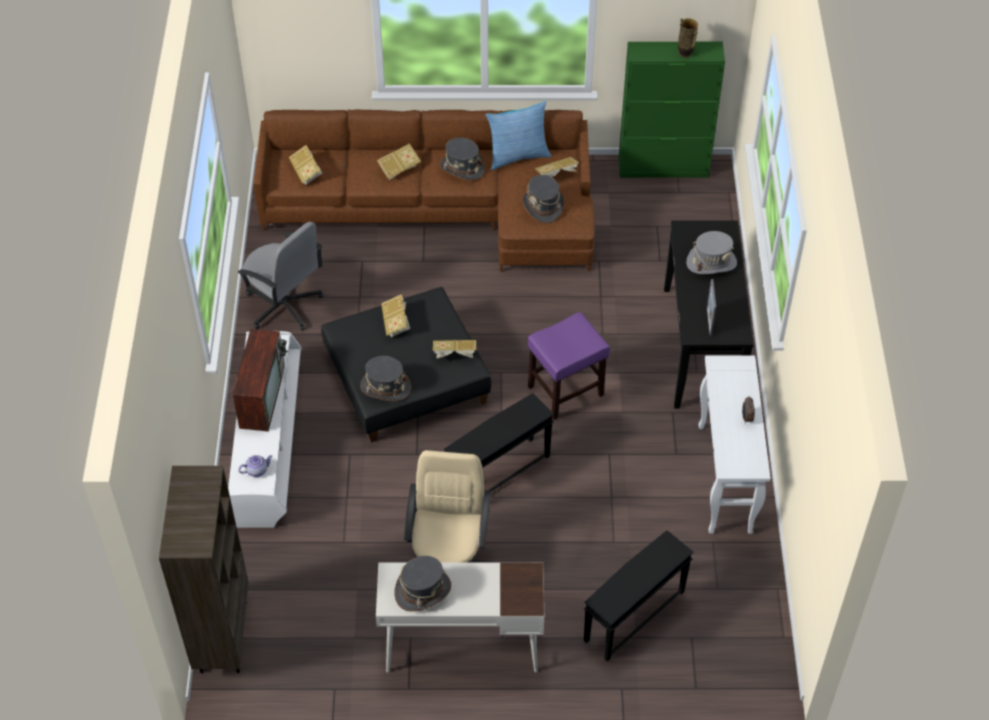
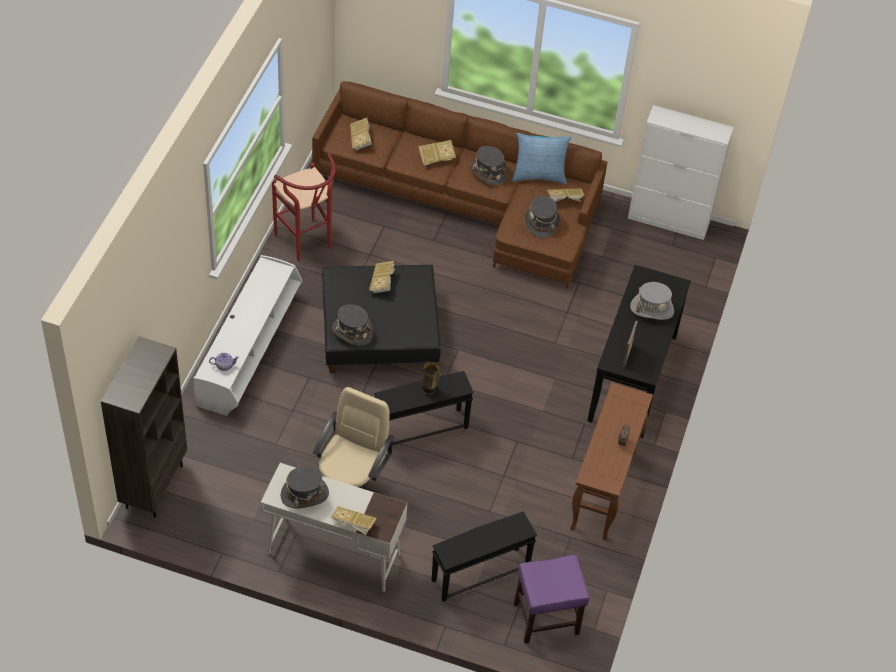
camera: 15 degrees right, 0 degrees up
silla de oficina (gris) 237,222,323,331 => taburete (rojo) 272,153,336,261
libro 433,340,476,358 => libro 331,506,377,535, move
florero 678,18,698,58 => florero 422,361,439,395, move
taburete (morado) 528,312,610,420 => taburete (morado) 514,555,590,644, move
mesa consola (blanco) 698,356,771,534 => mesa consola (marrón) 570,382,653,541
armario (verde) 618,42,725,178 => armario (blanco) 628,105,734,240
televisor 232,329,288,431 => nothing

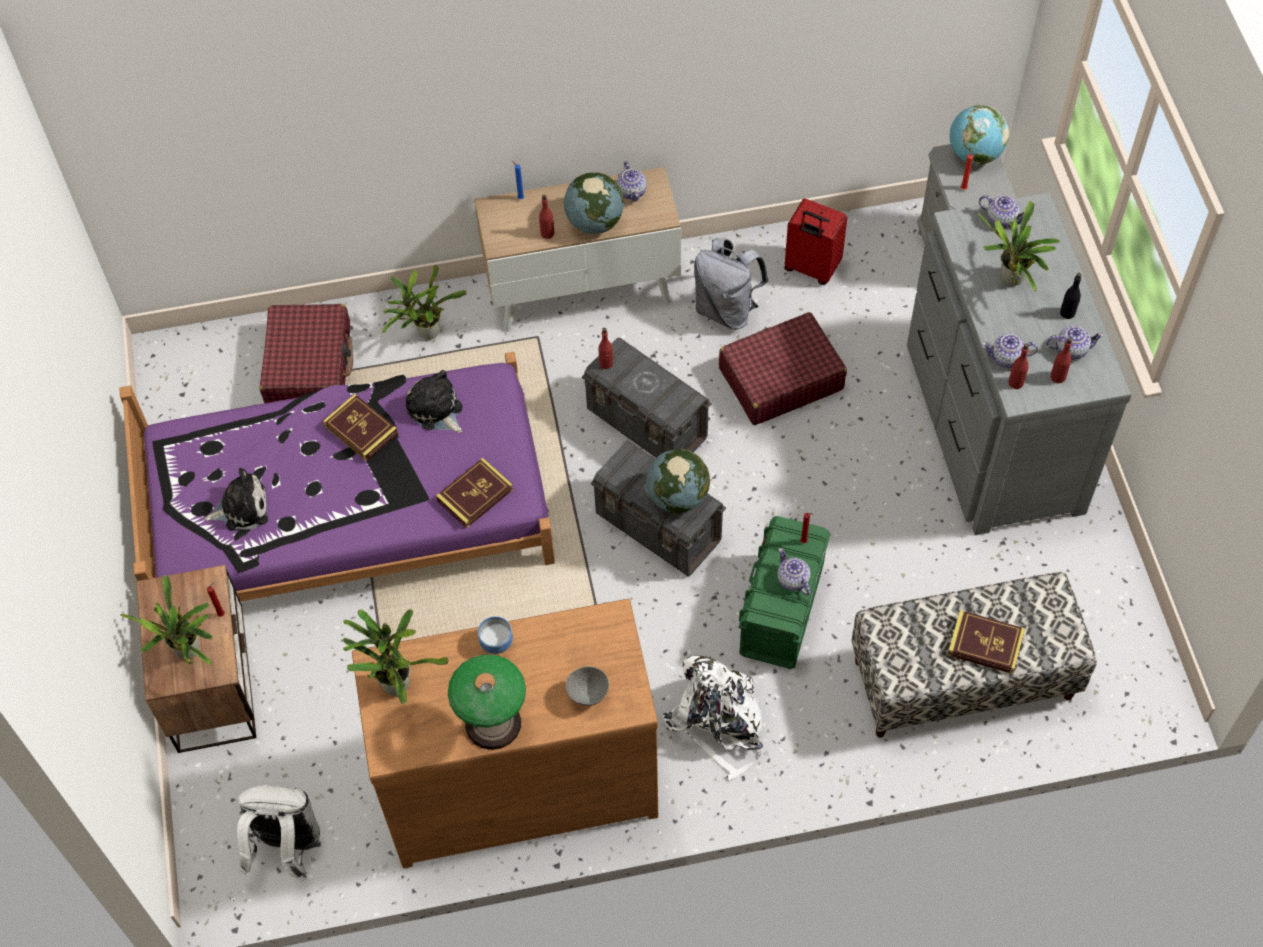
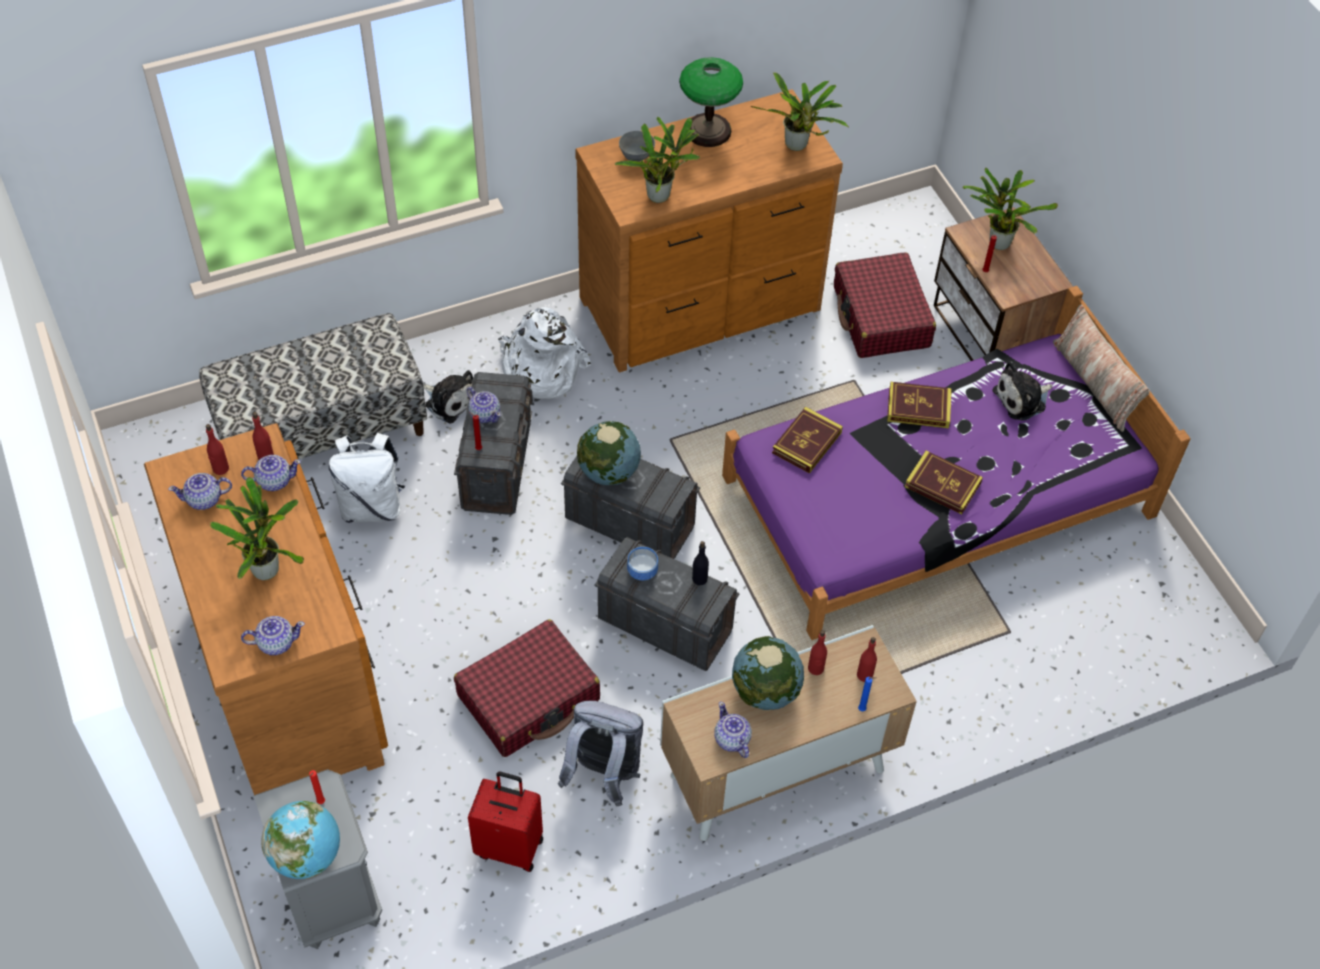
camera: 165 degrees right, 5 degrees down
cómoda (gris) 907,193,1132,535 => cómoda (marrón) 144,423,388,795
tetera 979,195,1024,228 => tetera 241,616,305,655, 150 degrees clockwise
mochila (blanco) 237,784,321,881 => mochila (blanco) 329,433,405,523, move
peluche 406,370,462,433 => peluche 423,370,473,423, move
caja de almacenaje (verde) 739,516,831,669 => caja de almacenaje (gris) 454,372,533,515
planta en maceta 382,265,467,340 => planta en maceta 615,117,700,203, move
cuenco 478,616,513,654 => cuenco 627,547,658,580, move
botella (negro) 1060,273,1081,319 => botella (negro) 692,541,709,585, move
maleta (rojo) 260,304,353,403 => maleta (rojo) 834,252,936,358, move
botella (rojo) 598,328,613,369 => botella (rojo) 857,637,877,682, move
libro 947,610,1025,674 => libro 887,382,952,428, move
nothing => cojín 1053,305,1150,432

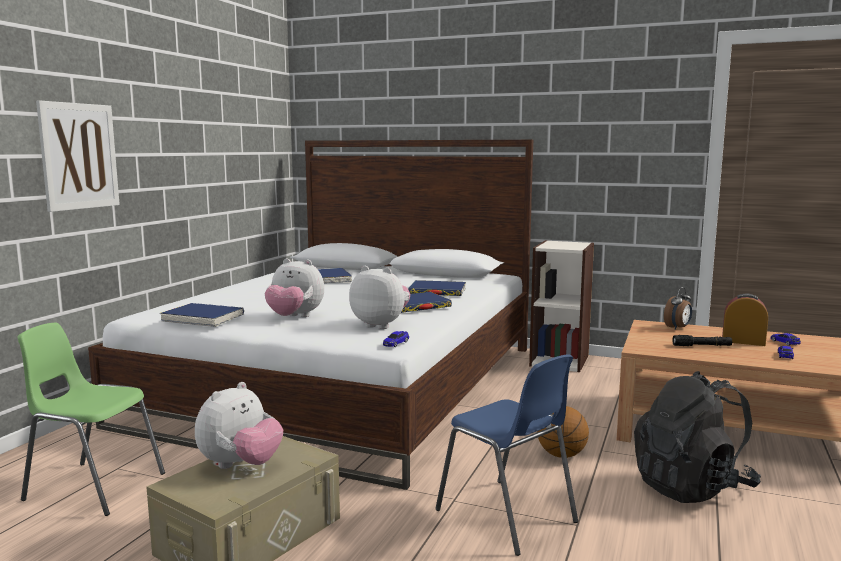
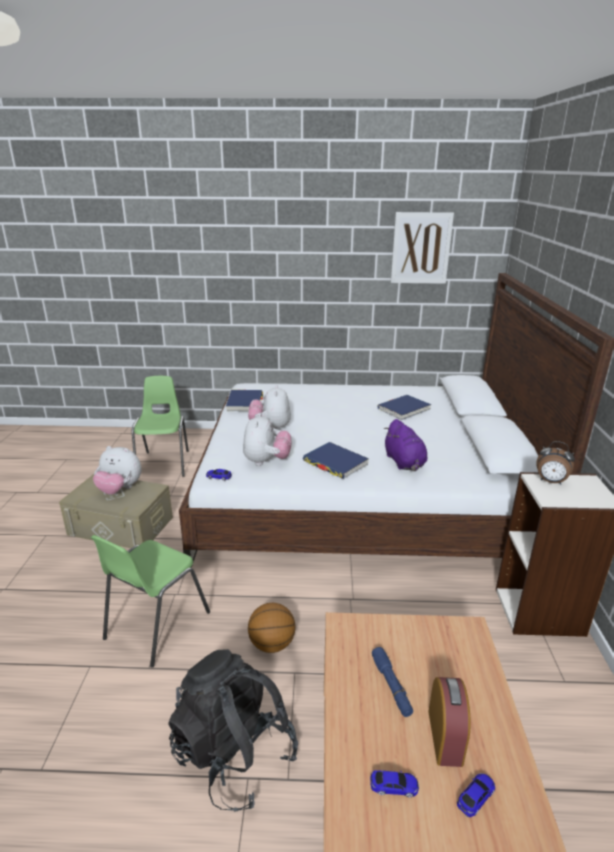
camera: 70 degrees right, 15 degrees up
silla (azul) 435,354,578,556 => silla (verde) 91,535,210,667
linterna (negro) 672,335,732,346 => linterna (azul) 372,647,413,717
libro (azul) 408,280,466,296 => peluche (morado) 384,419,427,471
cuadro 36,100,120,212 => cuadro 391,212,454,284, move
despertador 664,287,692,330 => despertador 536,441,575,485, move

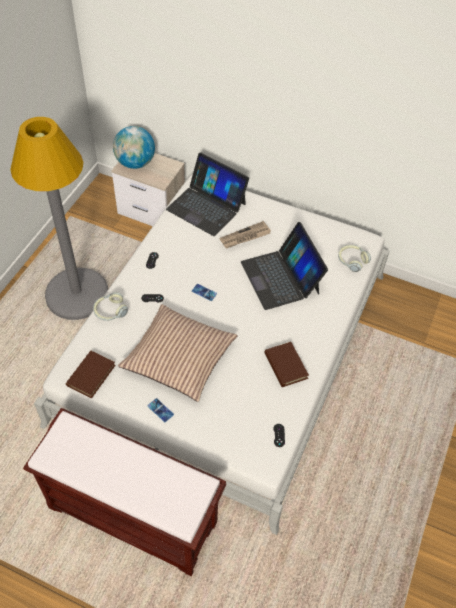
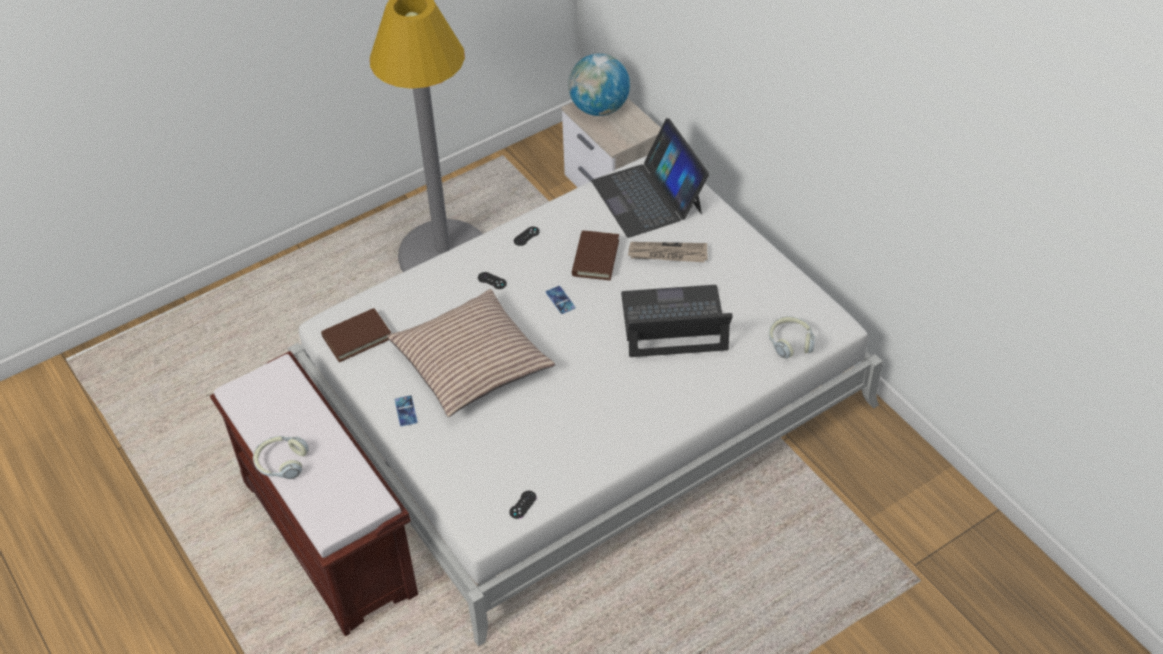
camera: 35 degrees right, 5 degrees down
auriculares 93,292,128,321 => auriculares 253,436,309,479, move
libro (marrón) 264,342,309,387 => libro (marrón) 572,231,619,280, move
portátil 241,222,328,310 => portátil 621,285,733,357, 75 degrees clockwise

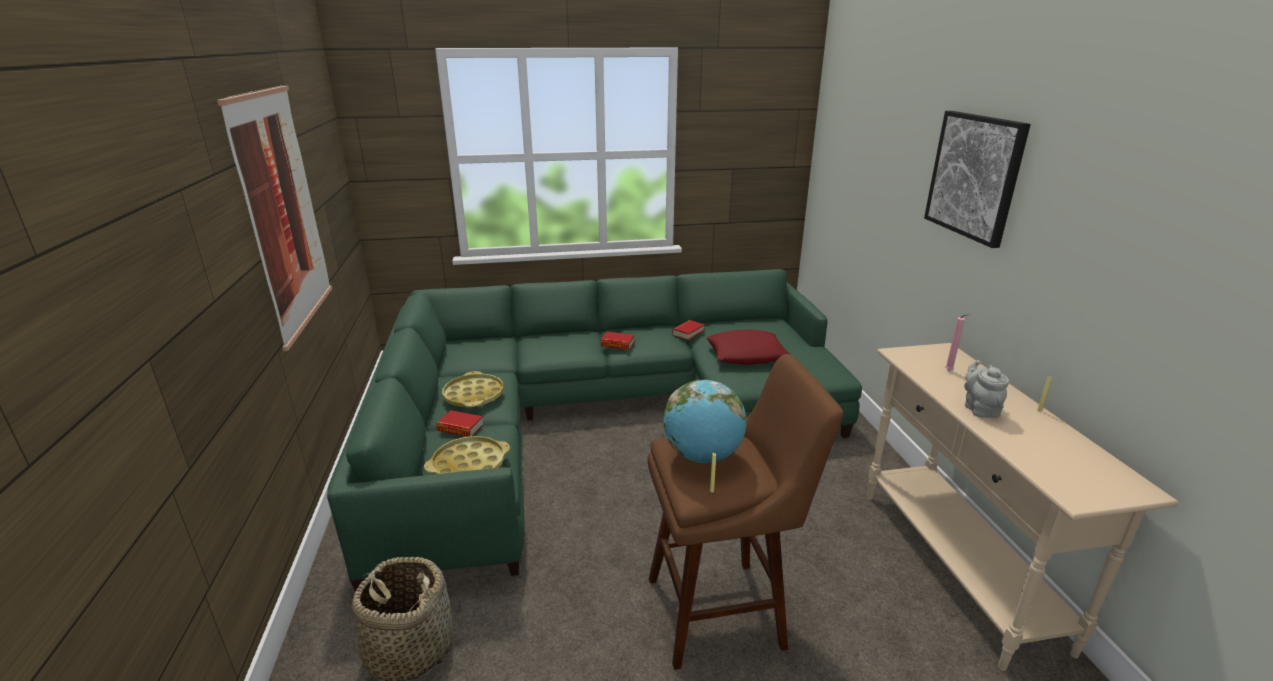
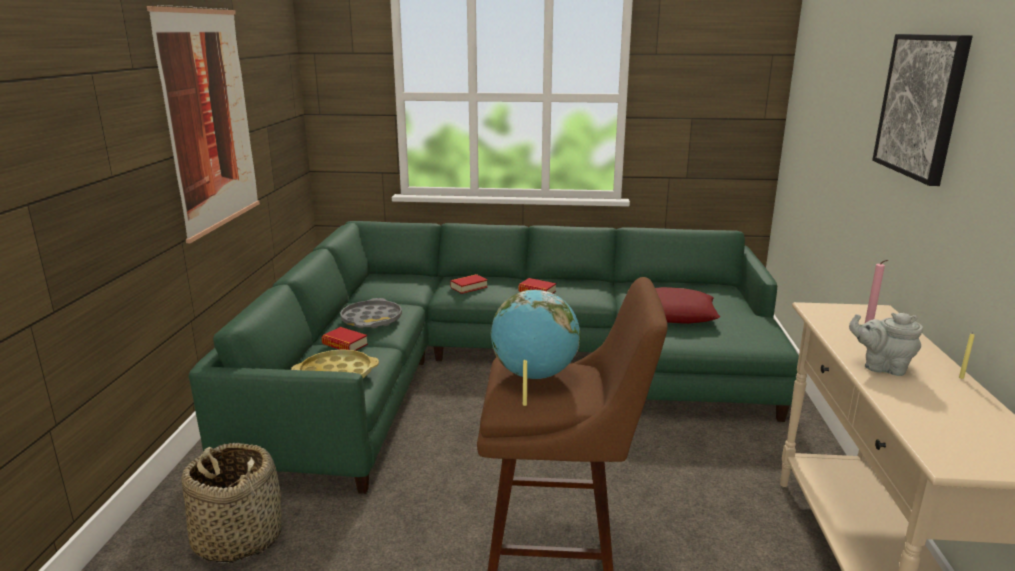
camera: 15 degrees right, 5 degrees down
bandeja (amarillo) 442,371,503,408 => bandeja (gris) 340,298,402,328
libro 672,320,705,341 => libro 450,274,488,294, move
tetera (gris) 964,360,1009,418 => tetera (gris) 849,313,923,376, 75 degrees counterclockwise

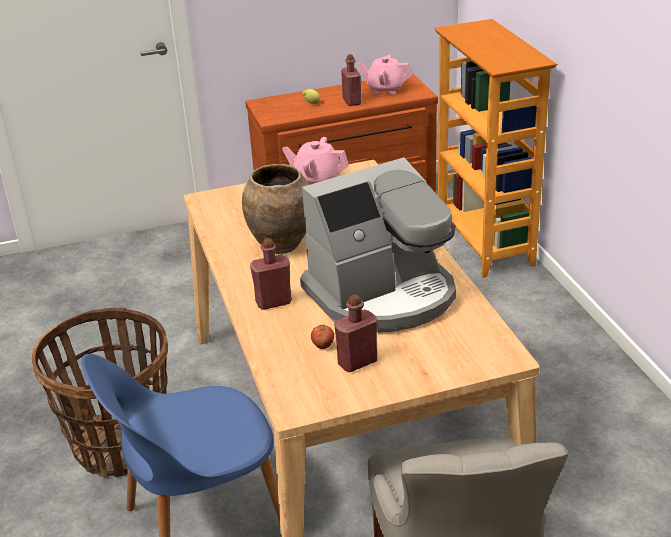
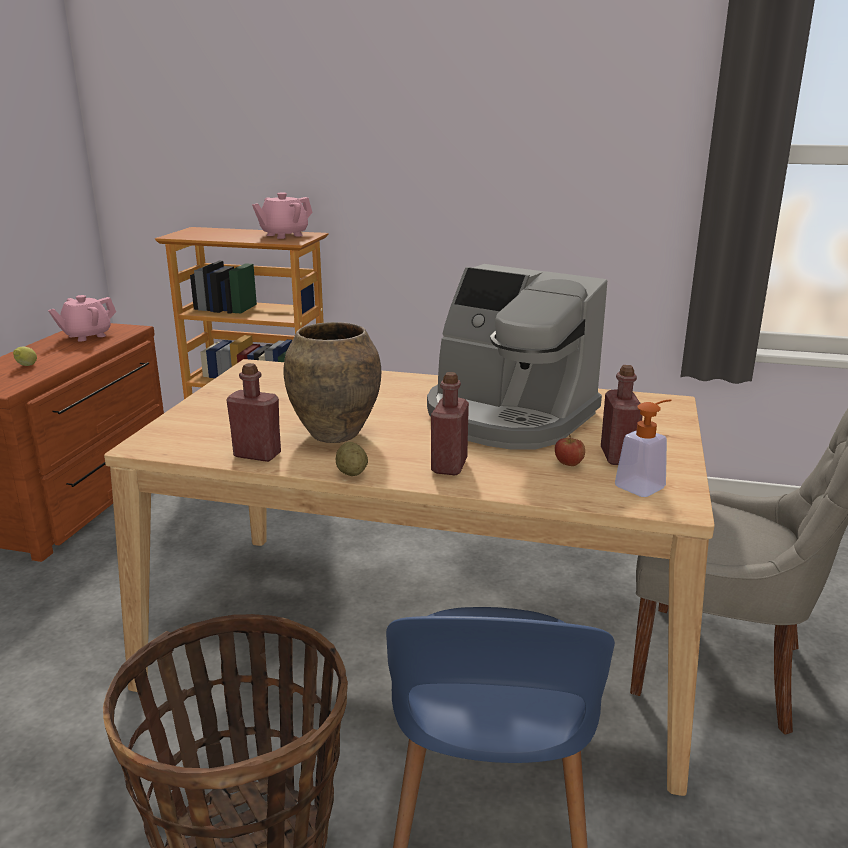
camera: 60 degrees left, 10 degrees down
botella (rojo) 341,54,361,106 => botella (rojo) 226,363,281,462, move
tetera (rosa) 282,137,349,185 => tetera (rosa) 252,193,313,239, move
nothing => patata 336,442,368,476
cafetera 300,157,456,333 => cafetera 427,264,608,450, 120 degrees clockwise
nothing => dispensador de jabón 615,399,672,497

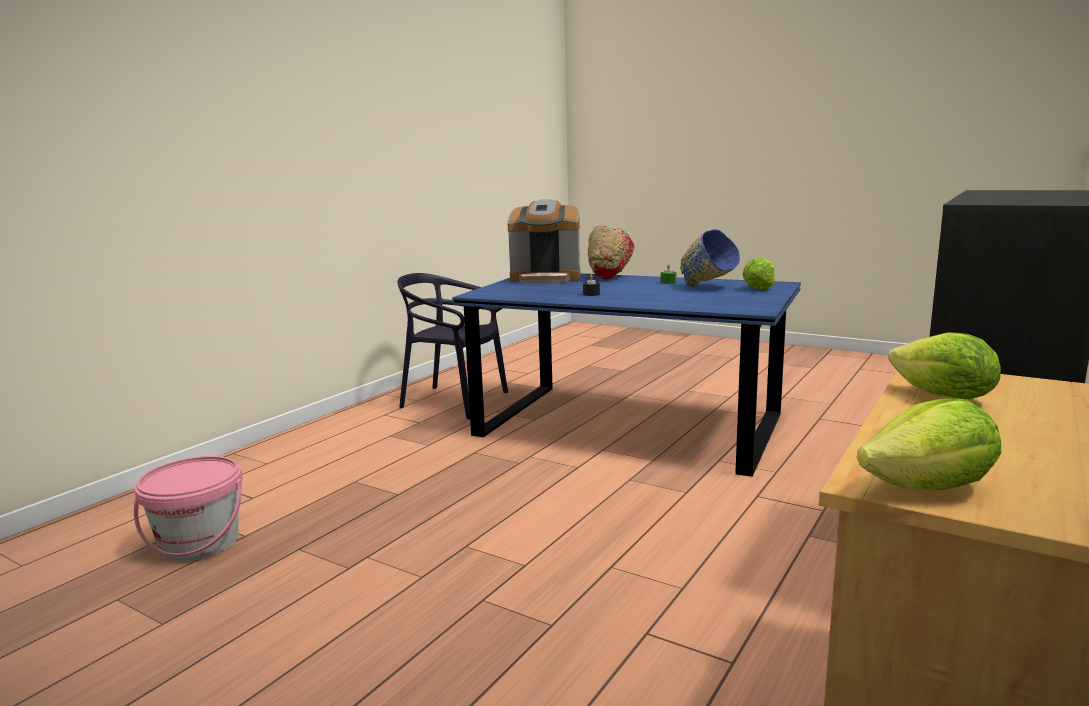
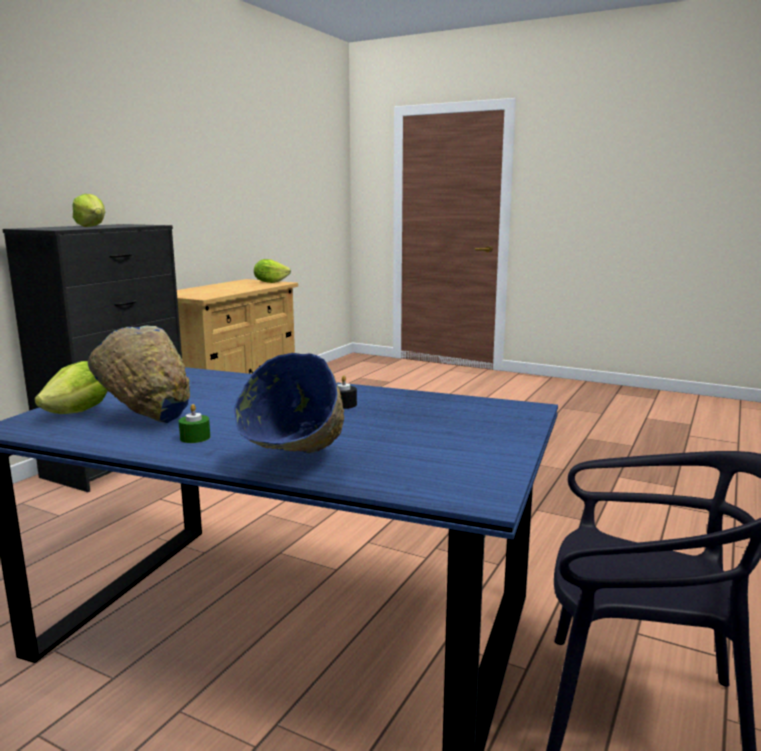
camera: 175 degrees right, 0 degrees up
lechuga 888,332,1001,400 => lechuga 72,194,106,227, move
cuenco (rojo) 588,225,635,280 => cuenco (azul) 234,353,344,453
cubo (rosa) 134,456,243,561 => nothing
cafetera 507,199,580,284 => nothing

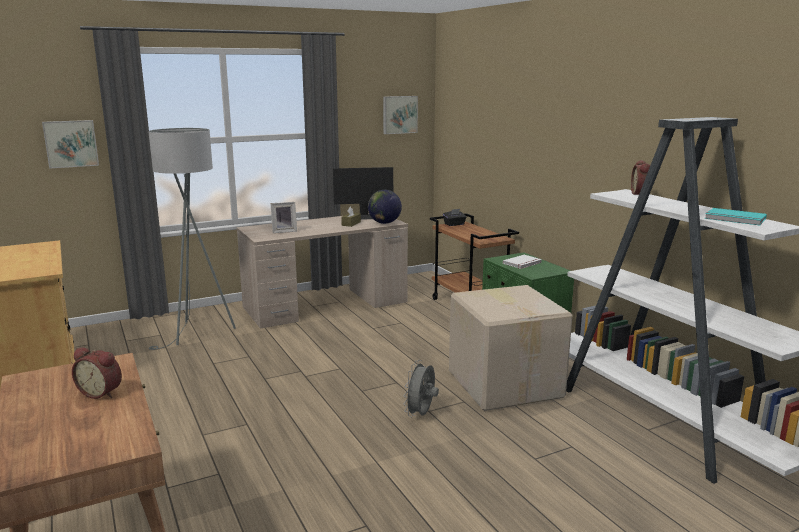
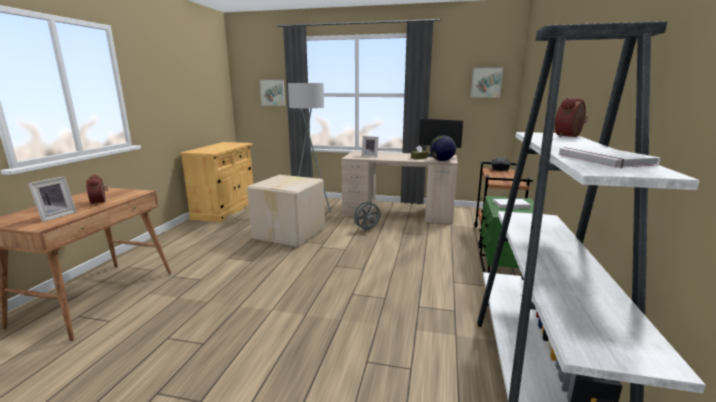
camera: 40 degrees right, 0 degrees up
nothing => portarretratos 28,176,77,222
caja de cartón 449,285,572,411 => caja de cartón 247,175,325,248, move
ventilador (gris) 403,360,439,417 => ventilador (gris) 352,200,380,230, move
libro (turquesa) 705,208,767,226 => libro (blanco) 558,146,660,168

